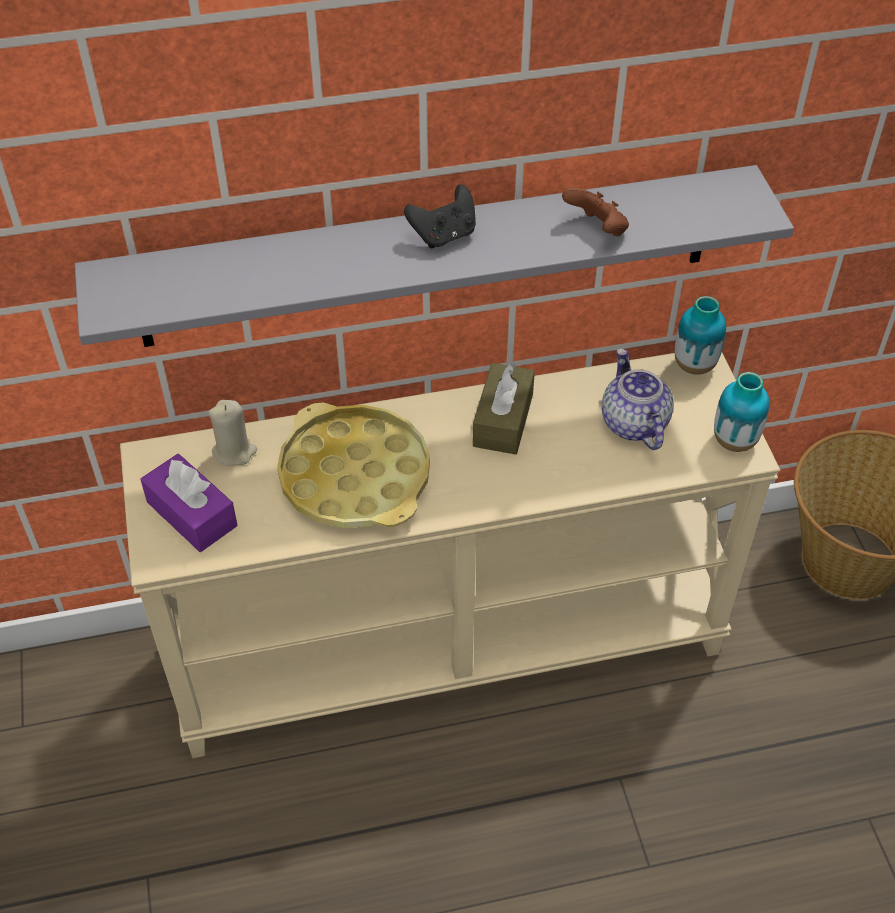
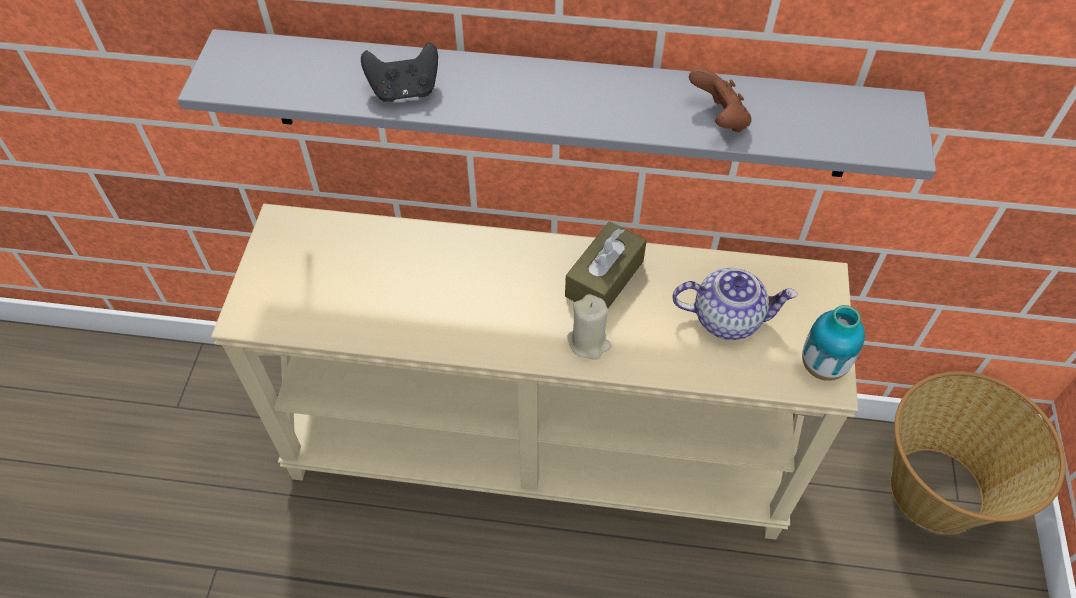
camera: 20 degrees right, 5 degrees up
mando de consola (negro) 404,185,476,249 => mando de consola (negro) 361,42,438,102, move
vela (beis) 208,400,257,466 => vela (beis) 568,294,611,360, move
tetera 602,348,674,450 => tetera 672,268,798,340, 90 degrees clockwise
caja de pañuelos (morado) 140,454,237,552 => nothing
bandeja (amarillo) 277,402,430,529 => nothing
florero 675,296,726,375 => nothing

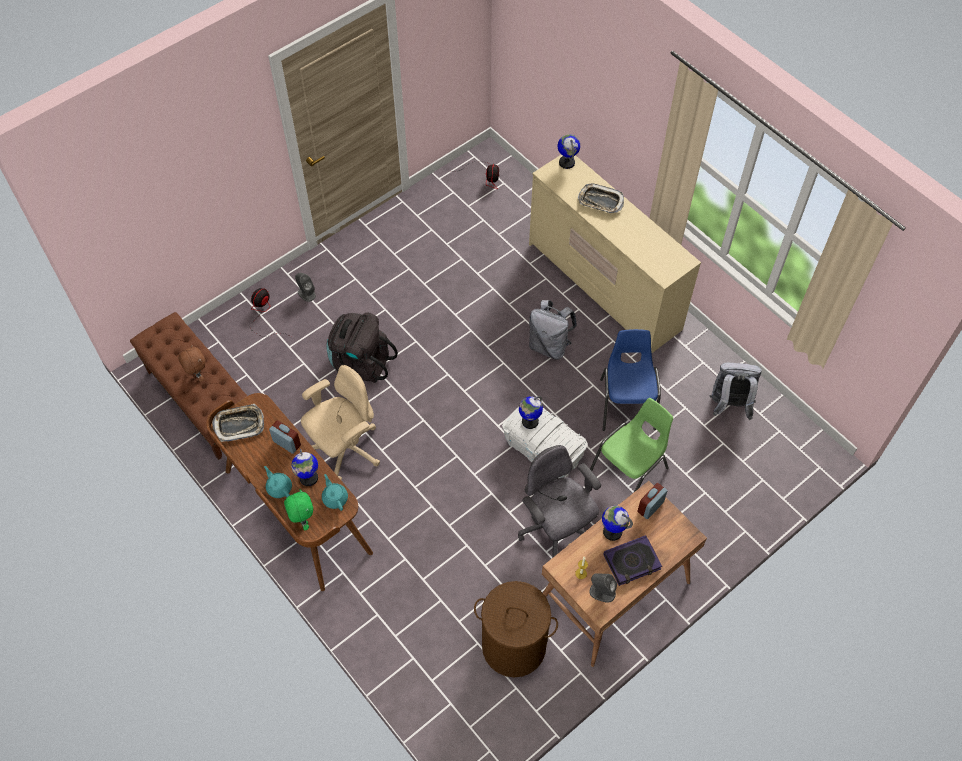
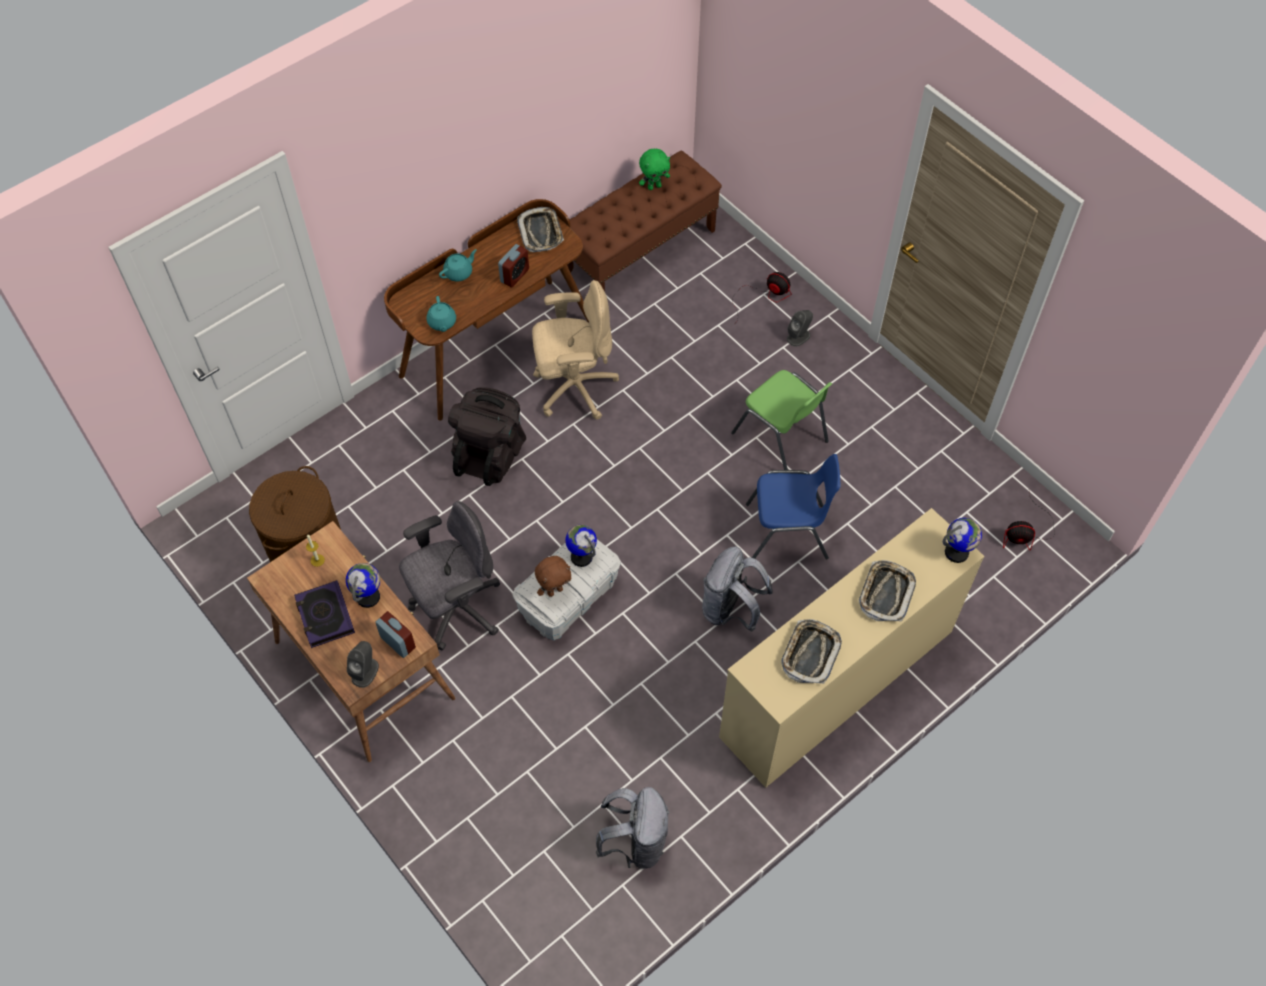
camera: 90 degrees right, 0 degrees up
altavoz (gris) 589,573,617,603 => altavoz (gris) 347,641,379,688, move
tetera (turquesa) 322,474,348,511 => tetera (turquesa) 427,296,456,332, 105 degrees clockwise
mochila (negro) 326,313,398,383 => mochila (negro) 448,387,526,486, move
silla de oficina (beis) 301,365,380,480 => silla de oficina (beis) 532,280,619,420, 60 degrees counterclockwise
peluche (marrón) 178,344,205,382 => peluche (marrón) 535,556,572,597, move
peluche (verde) 284,489,313,530 => peluche (verde) 639,149,670,190, move
silla (verde) 590,398,673,492 => silla (verde) 731,370,832,470, move
silla (azul) 600,329,661,431 => silla (azul) 746,454,841,559, move
nothing => bandeja 781,619,842,684
globo terráqueo 291,449,318,486 => nothing

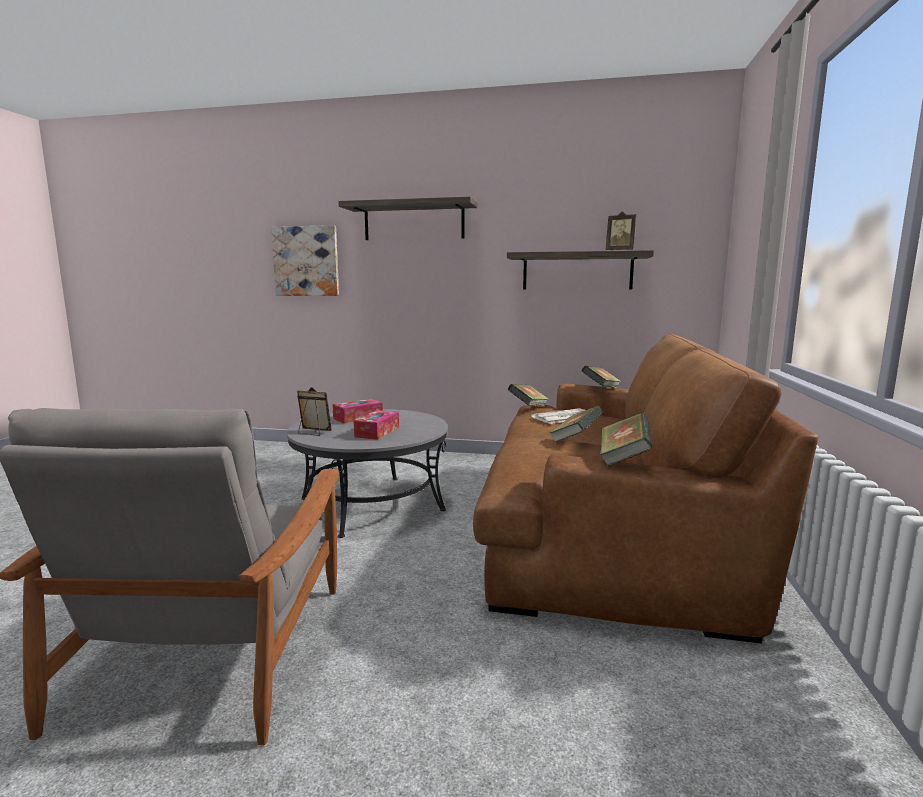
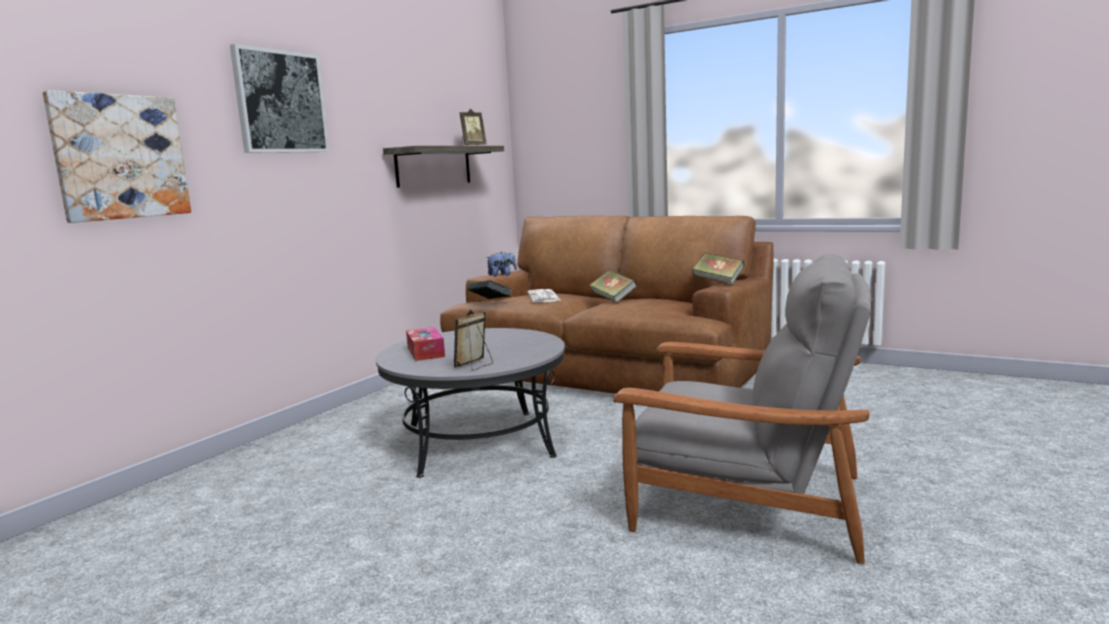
camera: 70 degrees left, 0 degrees up
estante 338,197,477,240 => cuadro 230,44,330,153
libro 582,366,621,388 => peluche 486,252,517,277
caja de pañuelos 354,410,399,440 => nothing

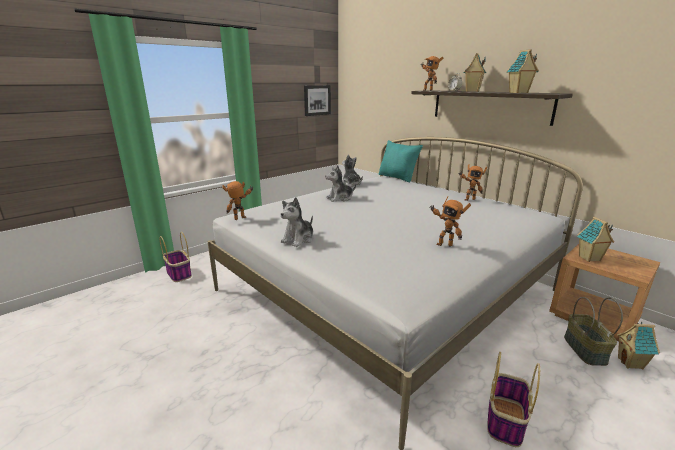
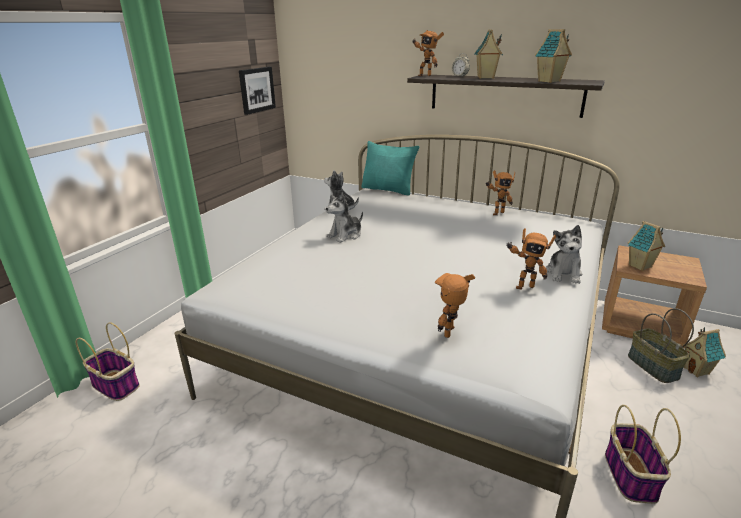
camera: 20 degrees left, 5 degrees up
robot de juguete 222,181,254,220 => robot de juguete 434,273,475,338, move
peluche 281,197,314,247 => peluche 546,225,582,284, move

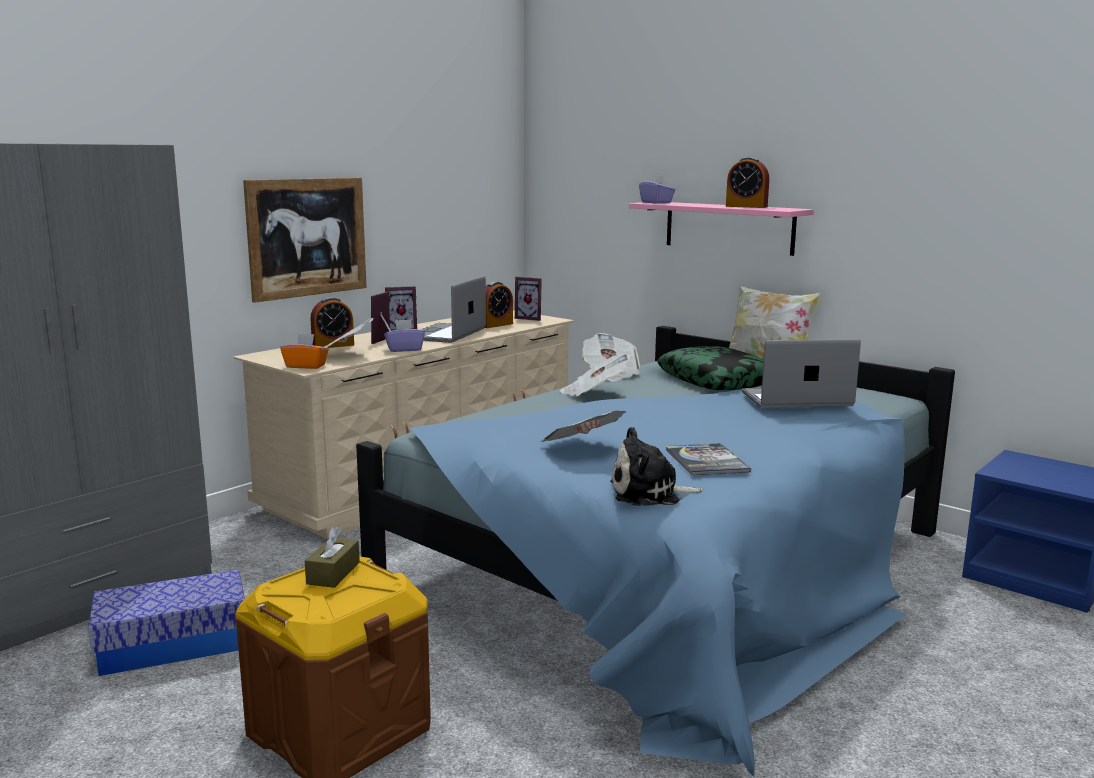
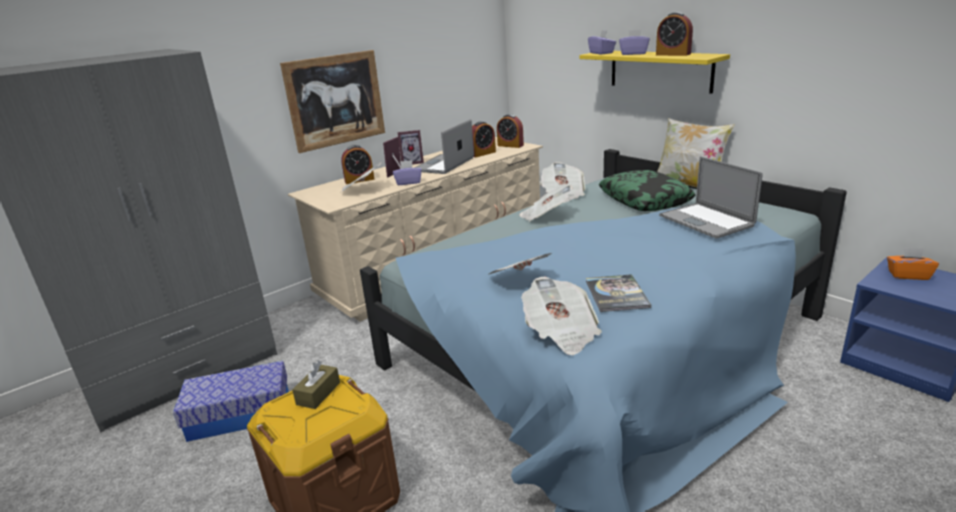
camera: 10 degrees right, 10 degrees up
portarretratos 515,277,542,321 => despertador 497,114,524,148
peluche 610,427,703,506 => periódico 521,277,602,355
estante (rosa) 629,202,814,256 => estante (amarillo) 579,51,730,94
nothing => caja de pañuelos (morado) 619,30,650,55
portátil 742,339,861,408 => portátil 659,156,763,239, 120 degrees counterclockwise
caja de pañuelos (naranja) 280,334,329,369 => caja de pañuelos (naranja) 887,247,939,280, move

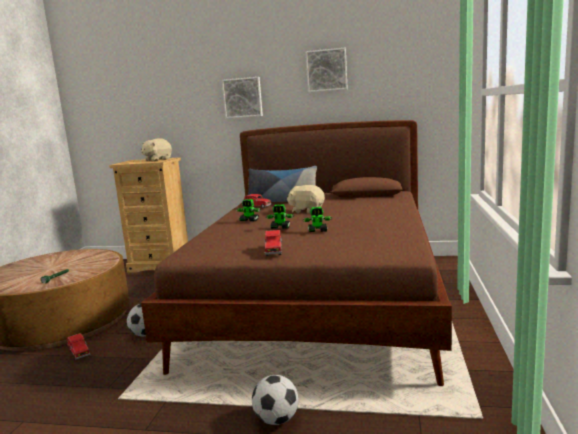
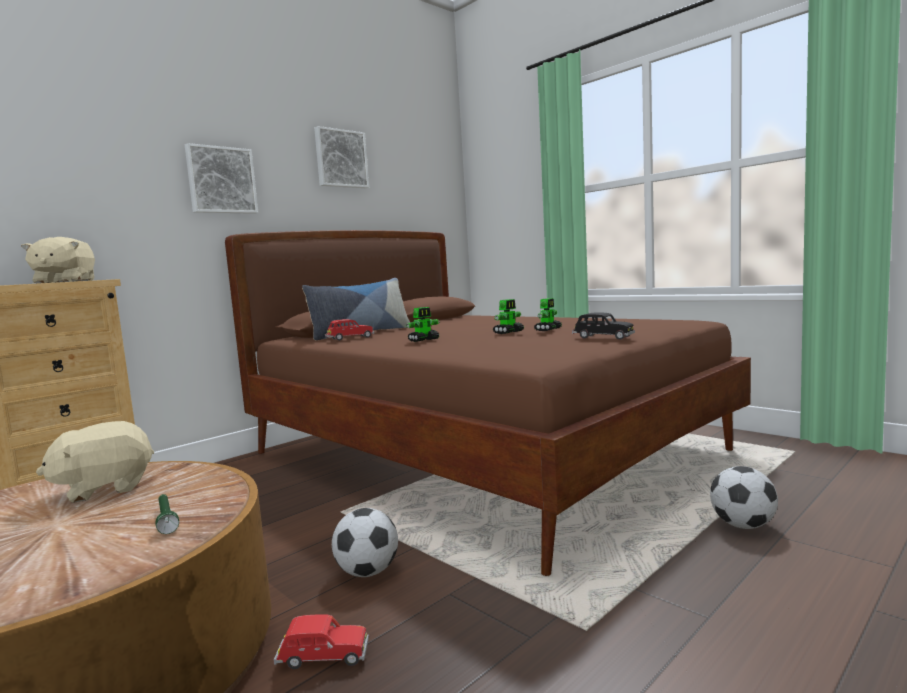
camera: 55 degrees left, 5 degrees down
peluche (beis) 287,185,325,214 => peluche (beis) 36,421,154,503, move
coche de juguete (rojo) 264,230,282,256 => coche de juguete (negro) 572,313,635,340

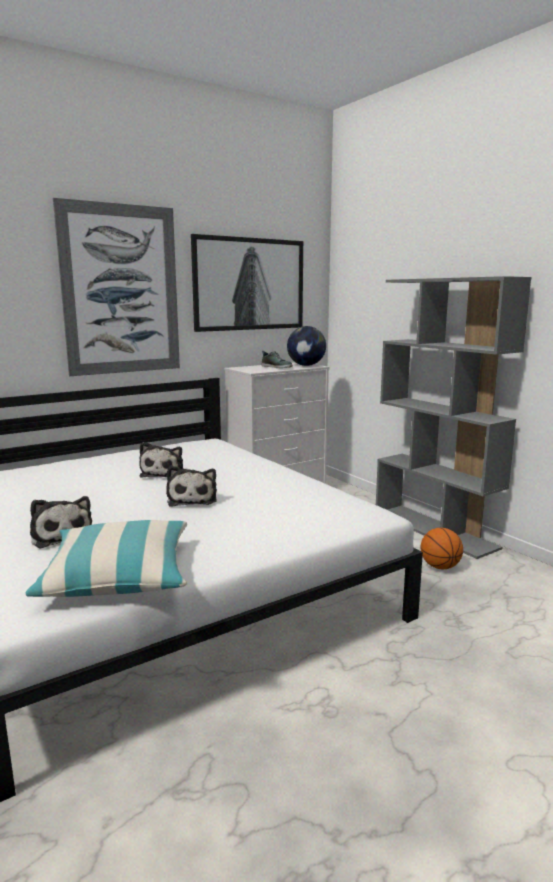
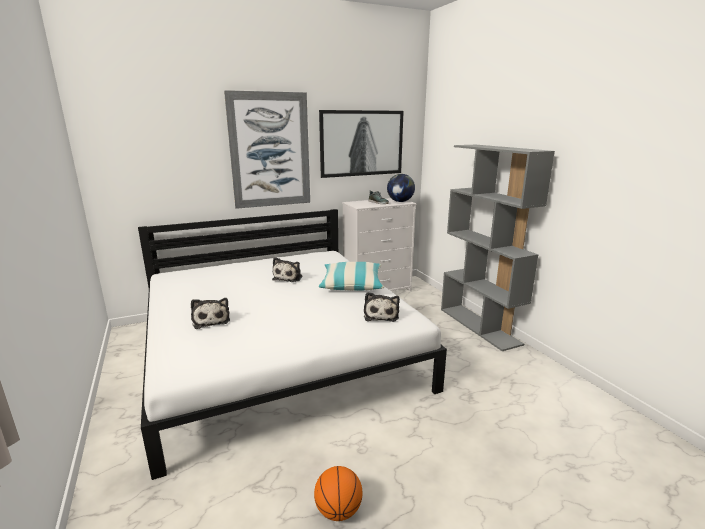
camera: 10 degrees right, 5 degrees up
balón de baloncesto 421,528,463,569 => balón de baloncesto 314,466,363,521, move
cojín 26,520,187,597 => cojín 319,262,384,291, move
peluche 166,466,217,507 => peluche 364,292,400,322, move

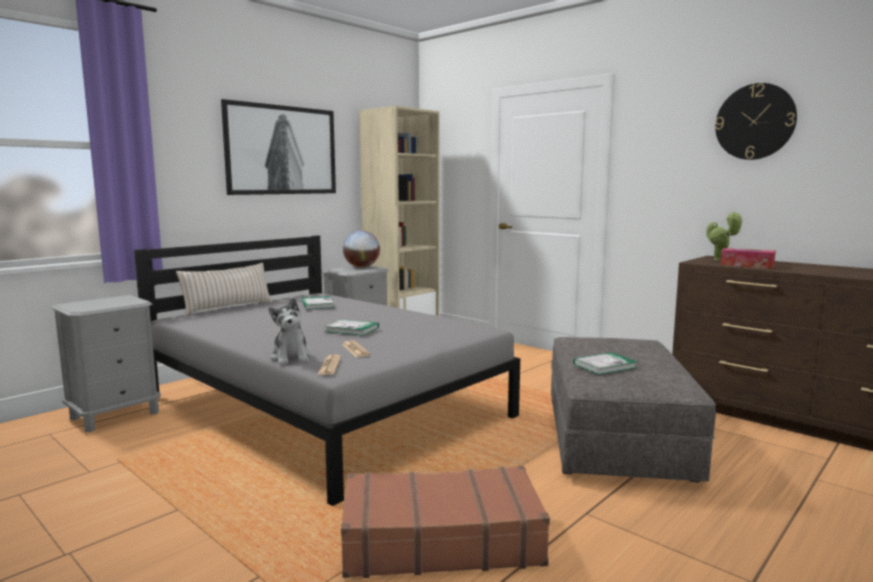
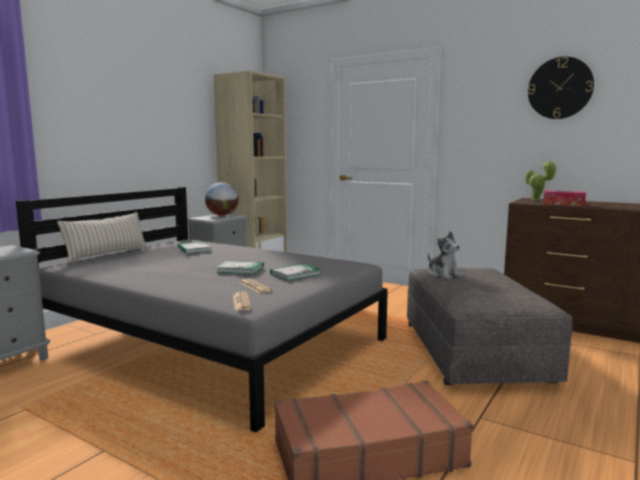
camera: 10 degrees left, 0 degrees up
libro 573,352,637,375 => libro 270,264,322,281, move
peluche 269,298,311,365 => peluche 428,231,462,279, move
cuadro 221,99,336,195 => nothing

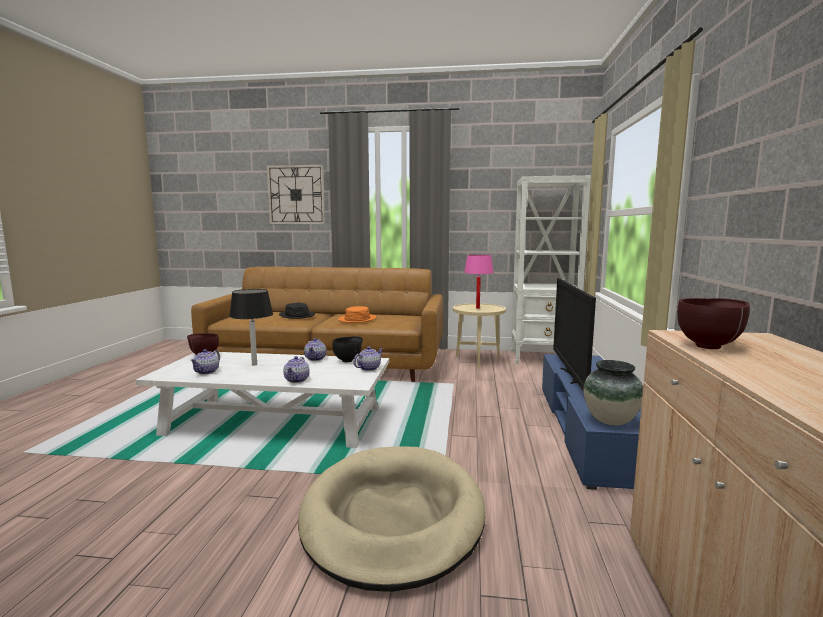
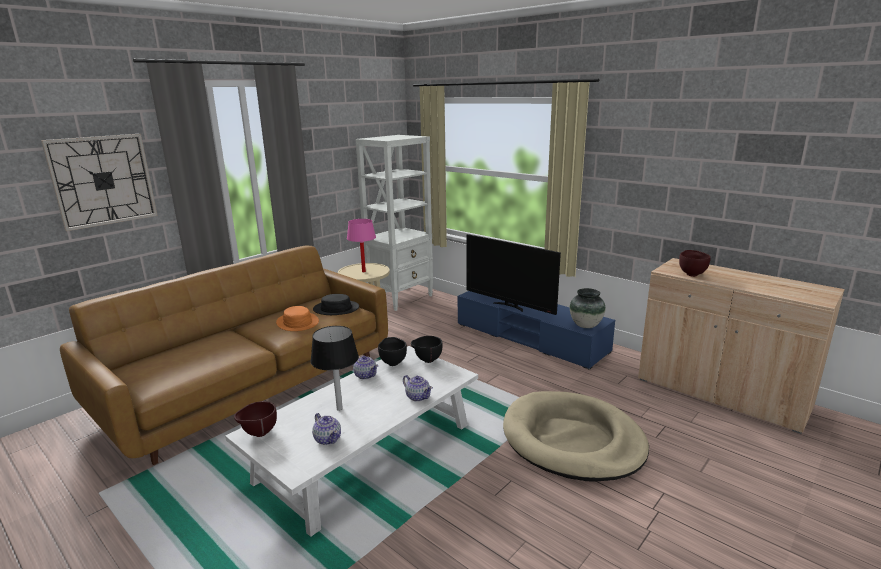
camera: 55 degrees left, 10 degrees up
sombrero (negro) 279,303,315,319 => sombrero (negro) 313,294,359,315, move
tetera 354,346,383,371 => cuenco (negro) 411,336,443,363

